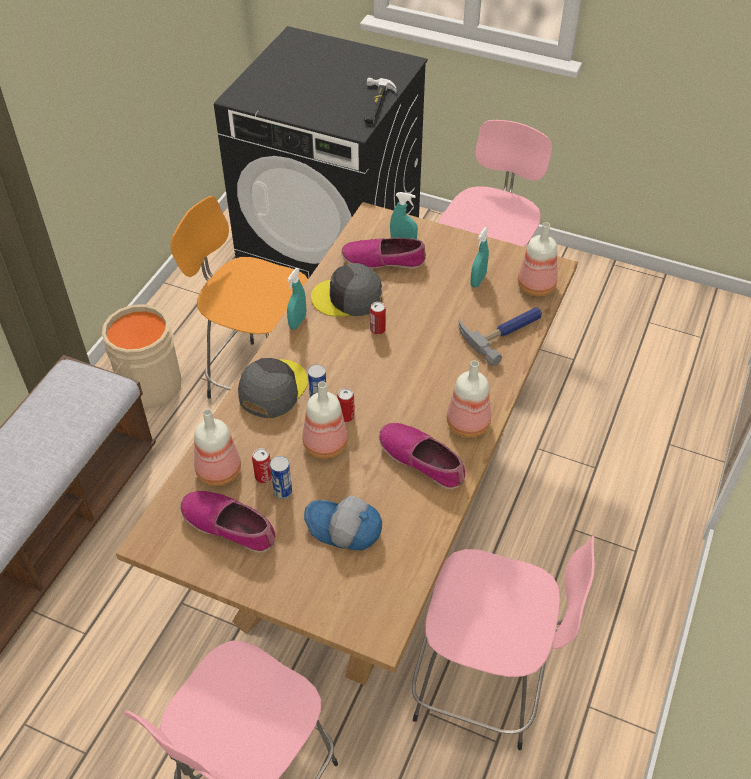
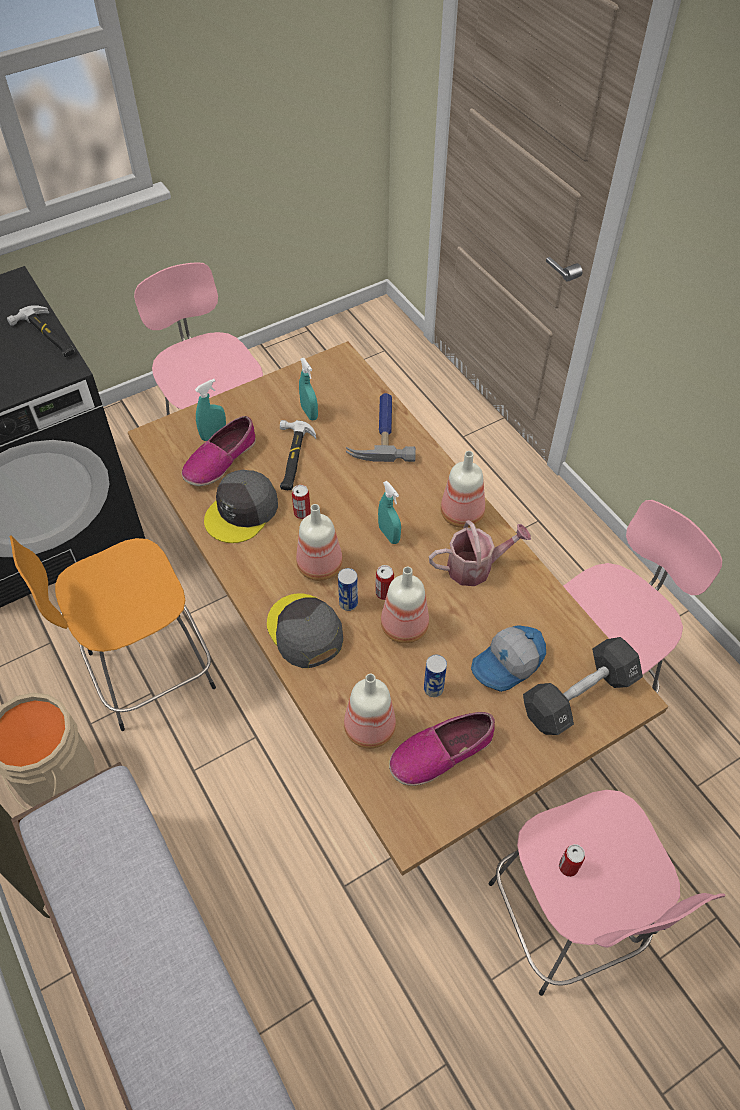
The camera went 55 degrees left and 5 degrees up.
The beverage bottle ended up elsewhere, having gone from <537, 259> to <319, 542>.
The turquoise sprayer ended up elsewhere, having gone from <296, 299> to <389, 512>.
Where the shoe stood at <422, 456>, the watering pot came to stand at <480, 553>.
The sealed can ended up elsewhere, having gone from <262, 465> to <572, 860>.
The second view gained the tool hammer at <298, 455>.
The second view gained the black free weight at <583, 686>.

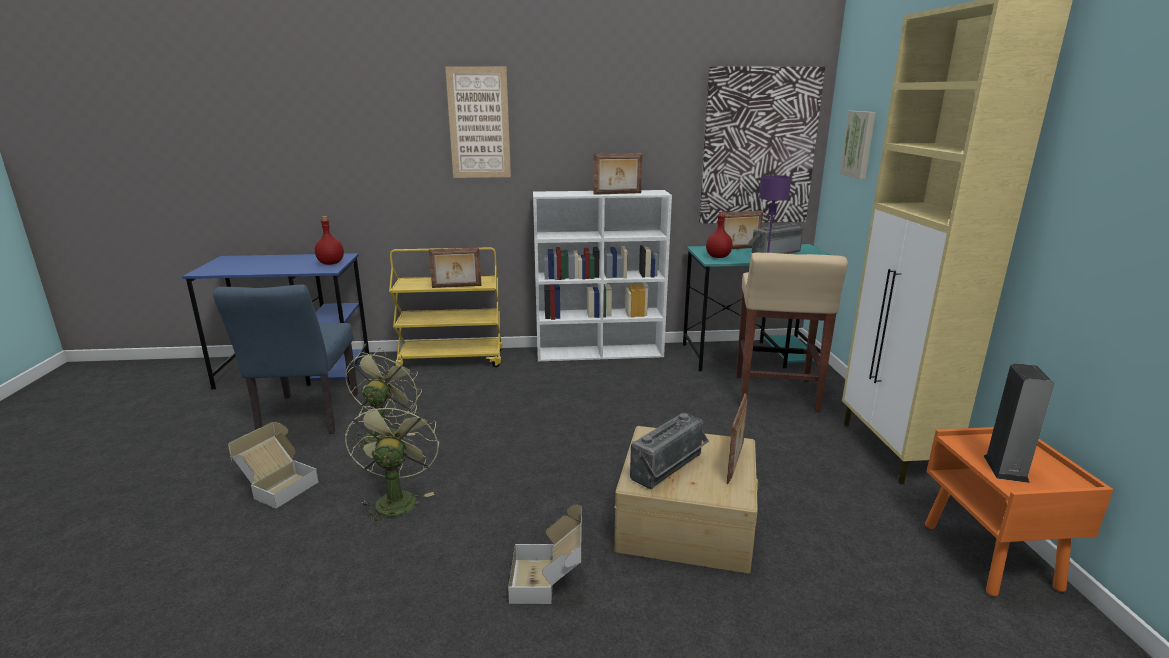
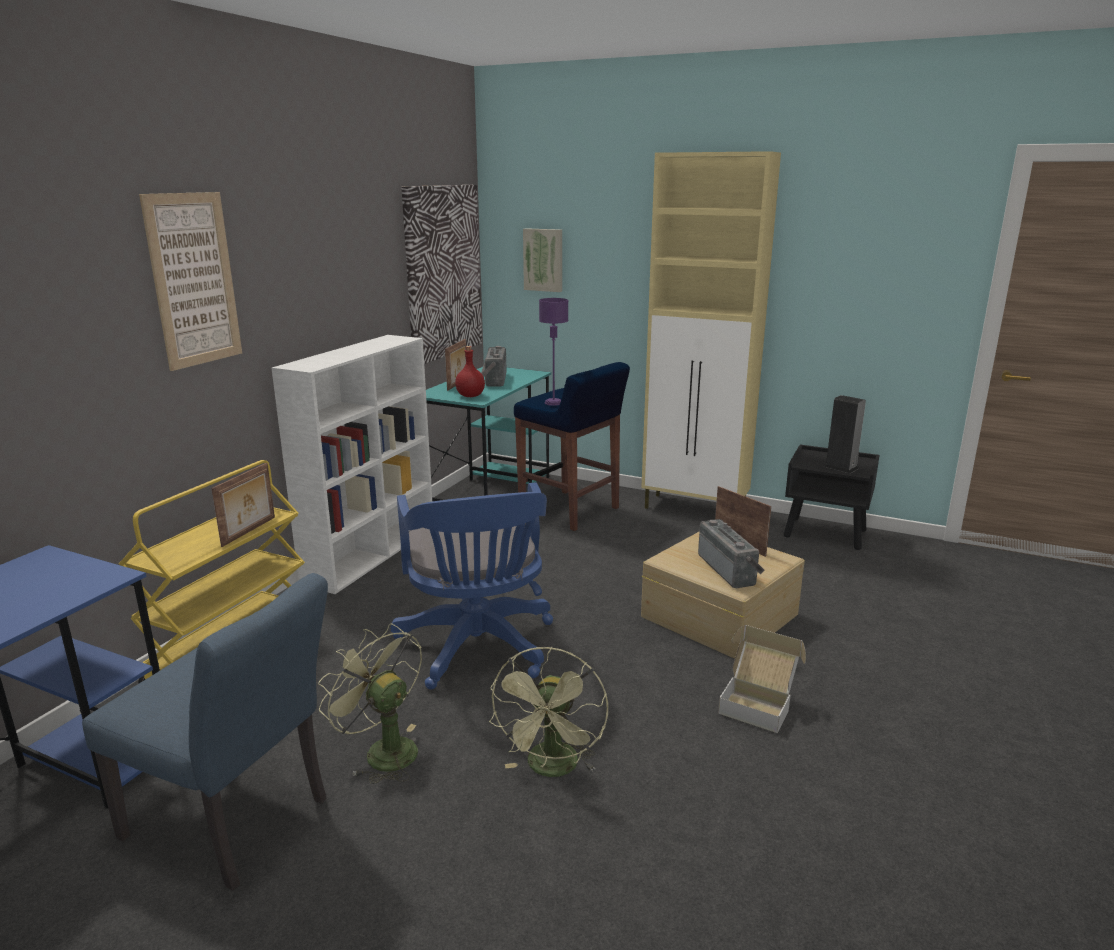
The camera went 60 degrees left and 0 degrees up.
The second view lost the photo frame at <618, 174>.
The second view lost the reddish beverage bottle at <329, 240>.
What was the sand-coloured stool at <792, 332> turned into the blue stool at <572, 446>.
The greenish cooling fan at <392, 461> ended up facing another way, 105 degrees counterclockwise from before.
The second view lost the carton at <273, 465>.
What was the orange-coloured bedside table at <1019, 512> turned into the black bedside table at <832, 497>.
The second view gained the blue computer chair at <472, 586>.

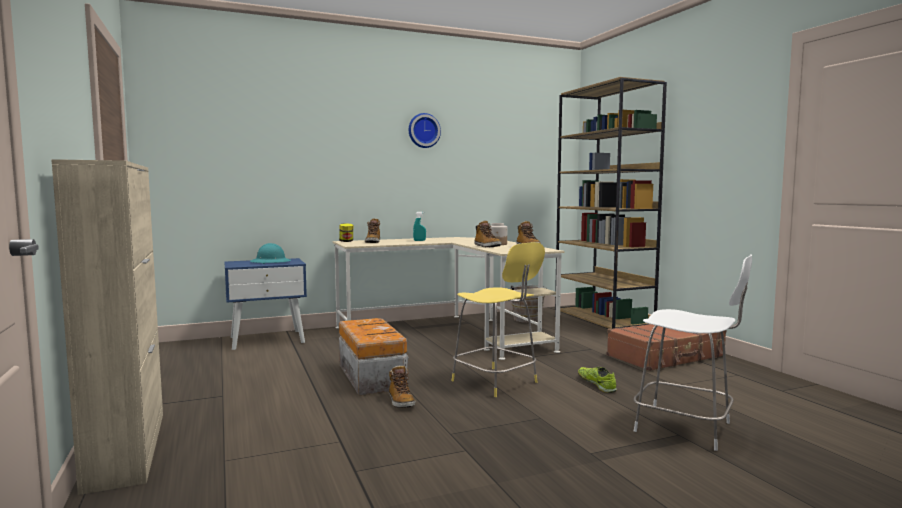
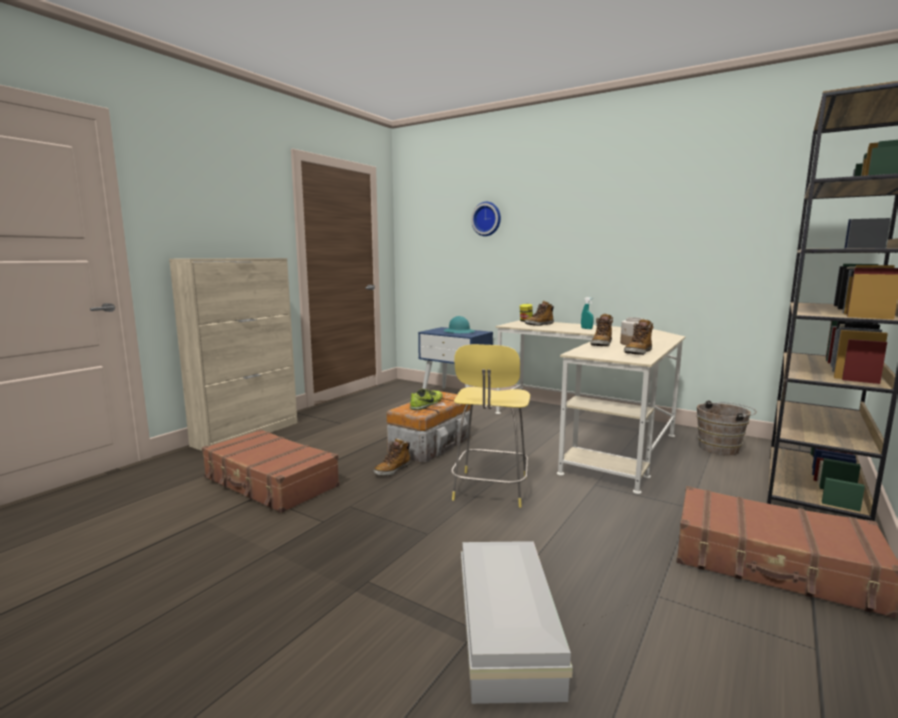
The camera went 55 degrees right and 5 degrees up.
The clock on the wall ended up elsewhere, having gone from <425, 130> to <486, 219>.
Where the white-coloured stool stood at <693, 352>, the white-coloured storage box came to stand at <517, 622>.
The shoe ended up elsewhere, having gone from <597, 380> to <426, 399>.
The second view gained the brown-coloured piece of luggage at <271, 471>.

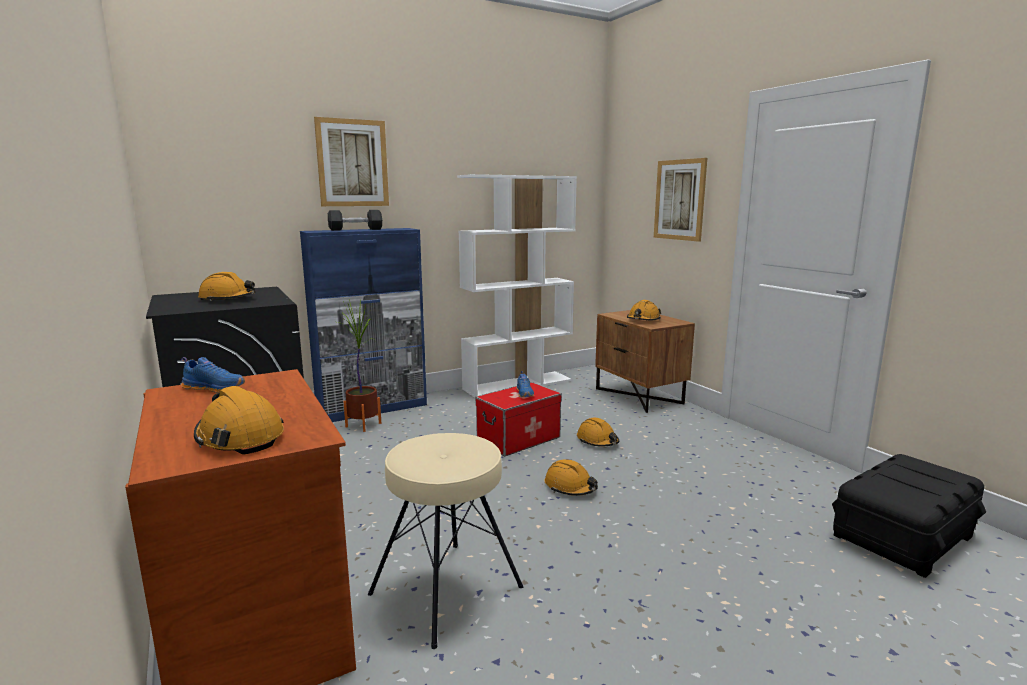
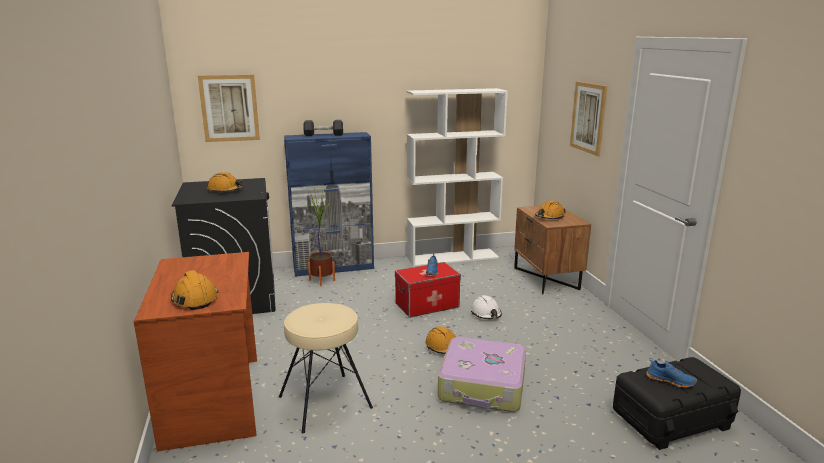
The camera went 15 degrees right and 5 degrees up.
The wall picture ended up elsewhere, having gone from <351, 161> to <229, 108>.
The blue shoe ended up elsewhere, having gone from <213, 375> to <671, 373>.
What was the orange-coloured hard hat at <598, 432> turned into the white-coloured hard hat at <486, 307>.
The second view gained the piece of luggage at <482, 374>.

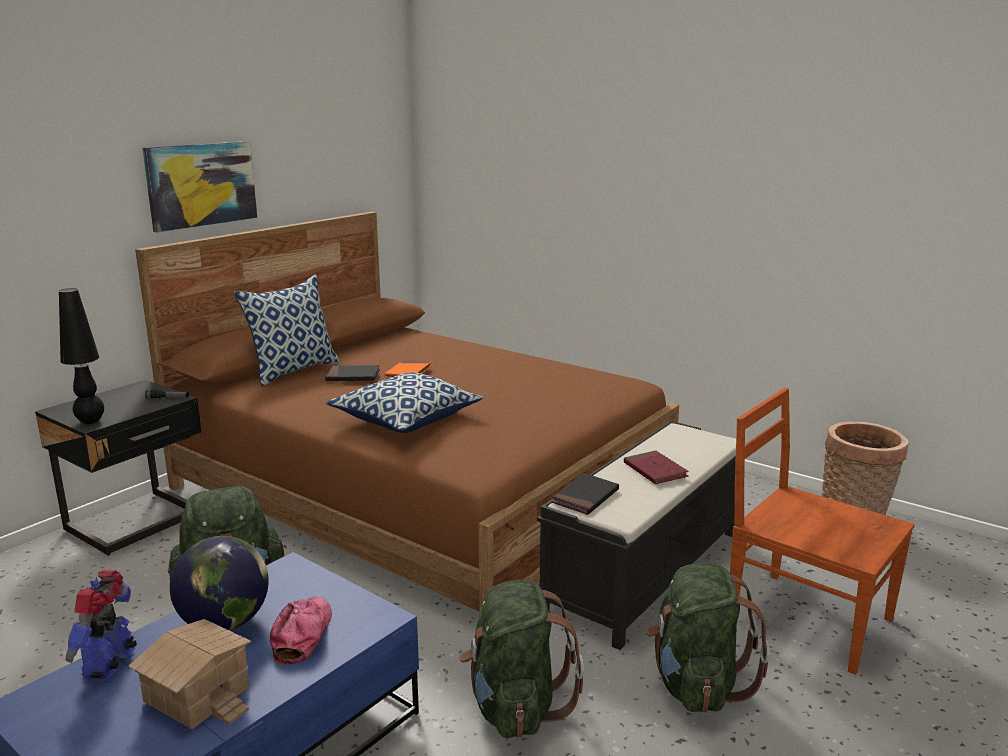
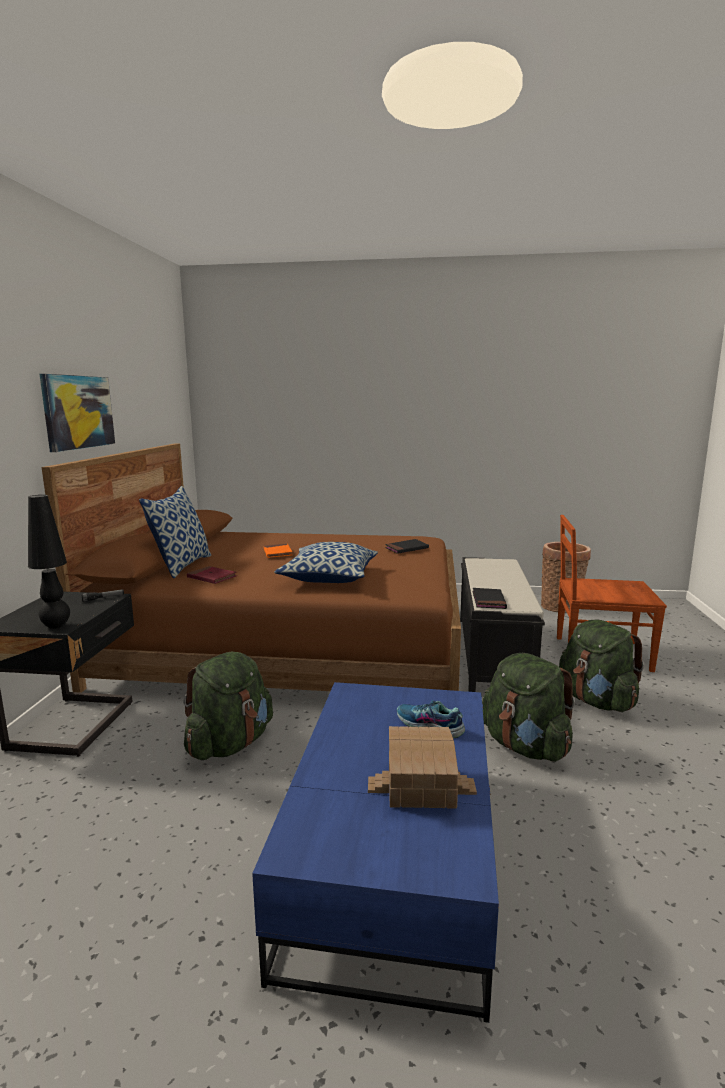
The camera went 30 degrees left and 5 degrees down.
The black bound book ended up elsewhere, having gone from <352, 373> to <407, 546>.
The reddish bound book ended up elsewhere, having gone from <656, 467> to <212, 575>.
The second view lost the globe at <219, 583>.
The second view lost the robot figure at <101, 625>.
Where the baseball cap stood at <301, 630>, the shoe came to stand at <431, 719>.

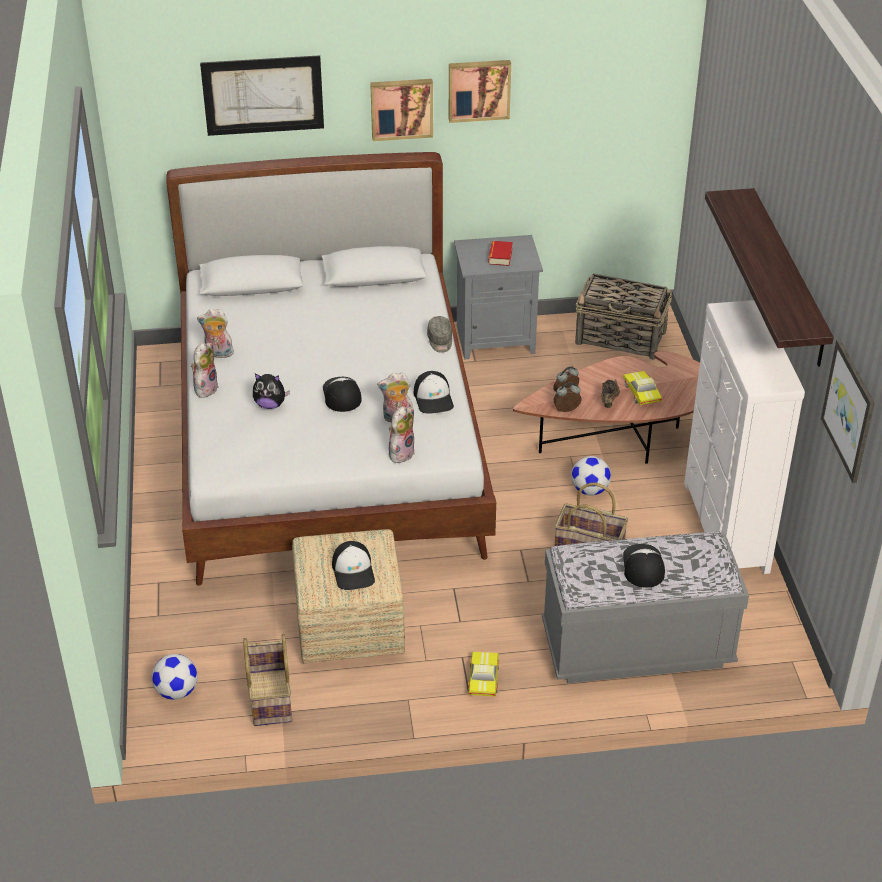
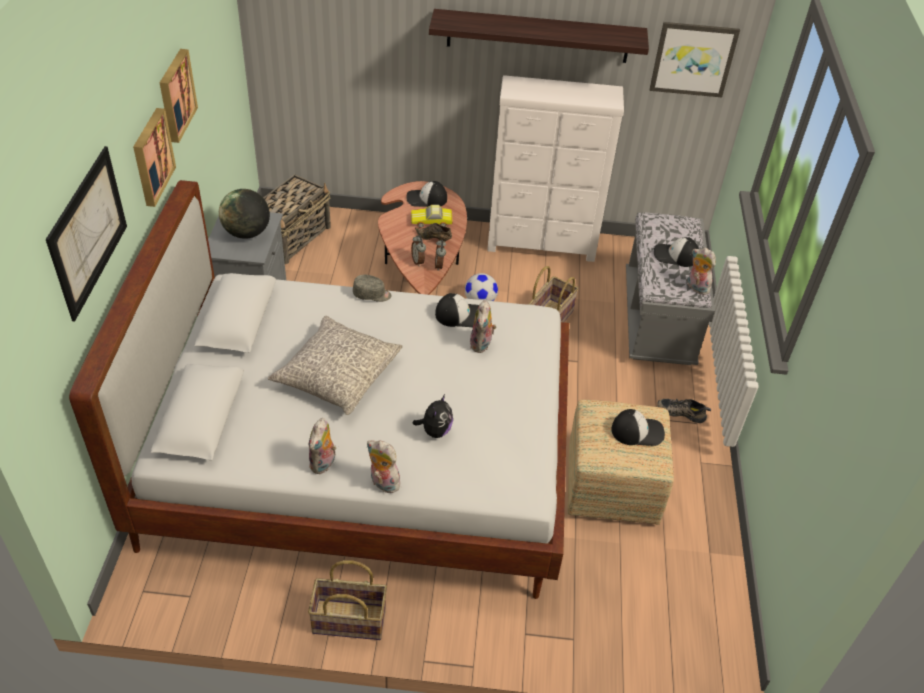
The camera went 80 degrees left and 5 degrees up.
Where the bound book stood at <500, 253>, the globe came to stand at <244, 214>.
The baseball cap ended up elsewhere, having gone from <342, 394> to <426, 194>.
The soft toy ended up elsewhere, having gone from <402, 434> to <702, 271>.
The basket ended up elsewhere, having gone from <267, 680> to <347, 600>.
Where the model car stood at <483, 674>, the shoe came to stand at <684, 411>.
The second view lost the football ball at <174, 677>.
The second view gained the gray cushion at <335, 365>.

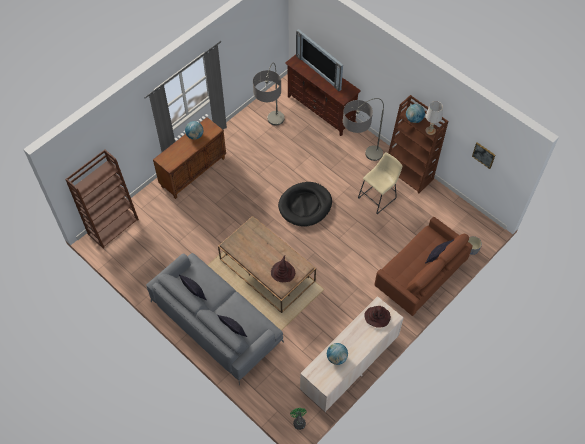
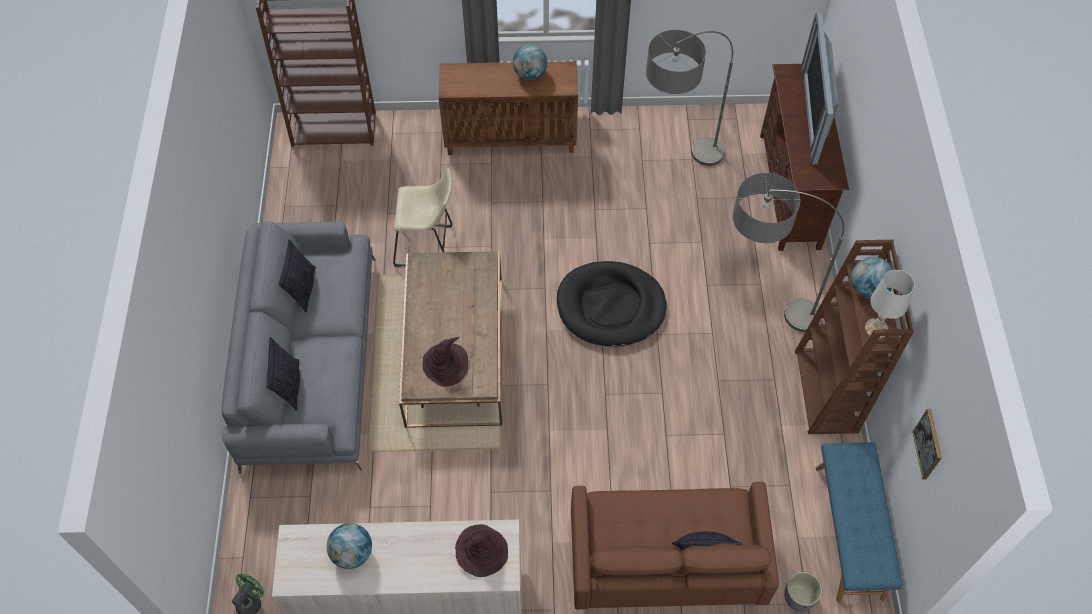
The camera went 45 degrees right and 0 degrees up.
The sand-coloured stool ended up elsewhere, having gone from <380, 183> to <422, 217>.
The second view gained the blue bench at <859, 522>.

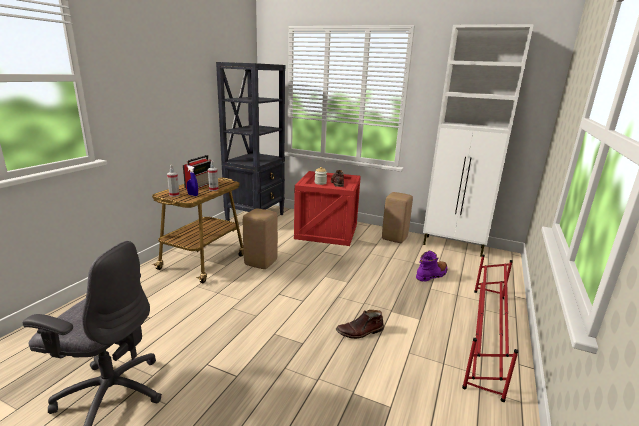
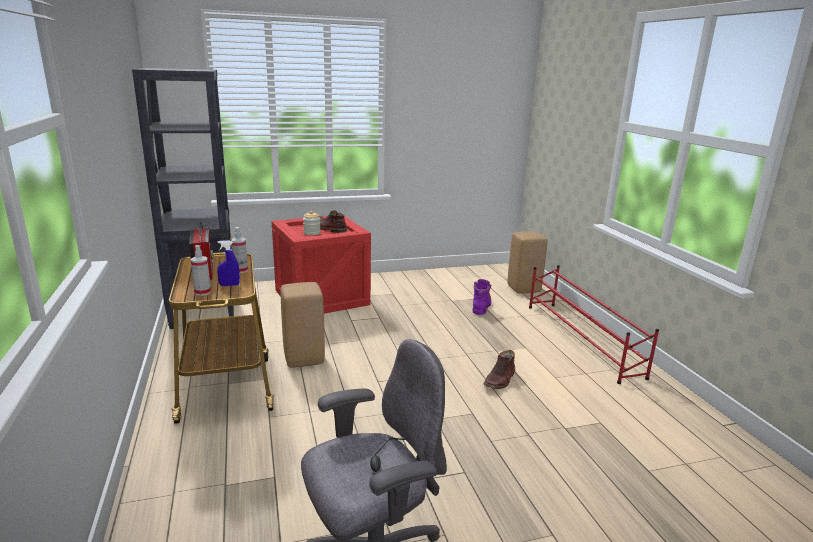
The camera went 40 degrees left and 0 degrees up.
The second view lost the white-coloured storage cabinet at <478, 140>.
The sand-coloured stool ended up elsewhere, having gone from <397, 217> to <527, 262>.

